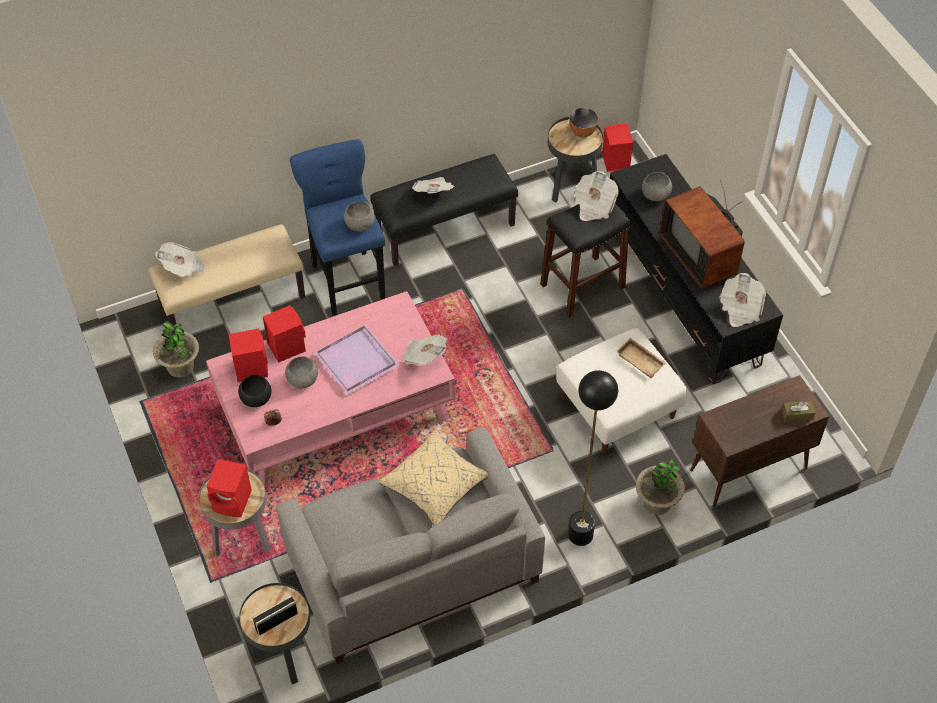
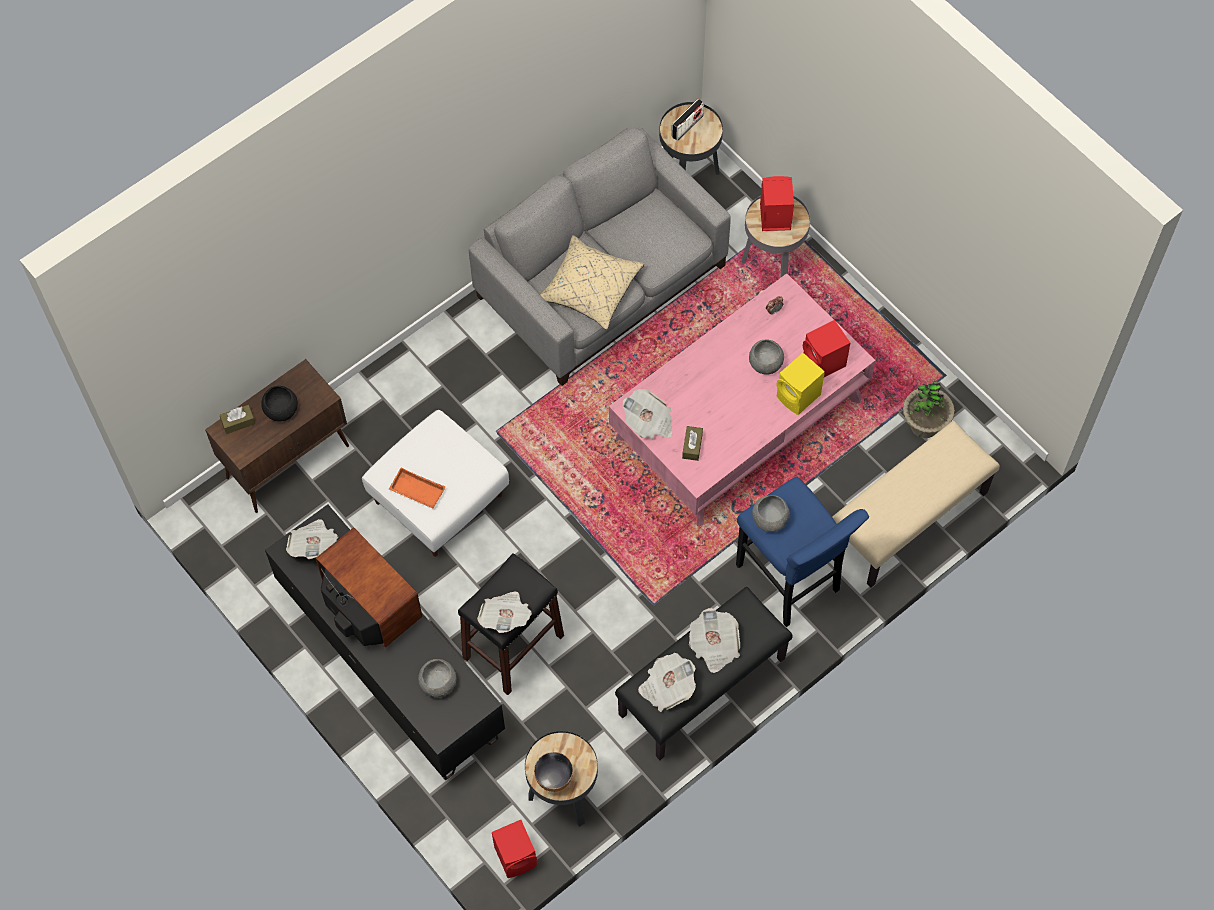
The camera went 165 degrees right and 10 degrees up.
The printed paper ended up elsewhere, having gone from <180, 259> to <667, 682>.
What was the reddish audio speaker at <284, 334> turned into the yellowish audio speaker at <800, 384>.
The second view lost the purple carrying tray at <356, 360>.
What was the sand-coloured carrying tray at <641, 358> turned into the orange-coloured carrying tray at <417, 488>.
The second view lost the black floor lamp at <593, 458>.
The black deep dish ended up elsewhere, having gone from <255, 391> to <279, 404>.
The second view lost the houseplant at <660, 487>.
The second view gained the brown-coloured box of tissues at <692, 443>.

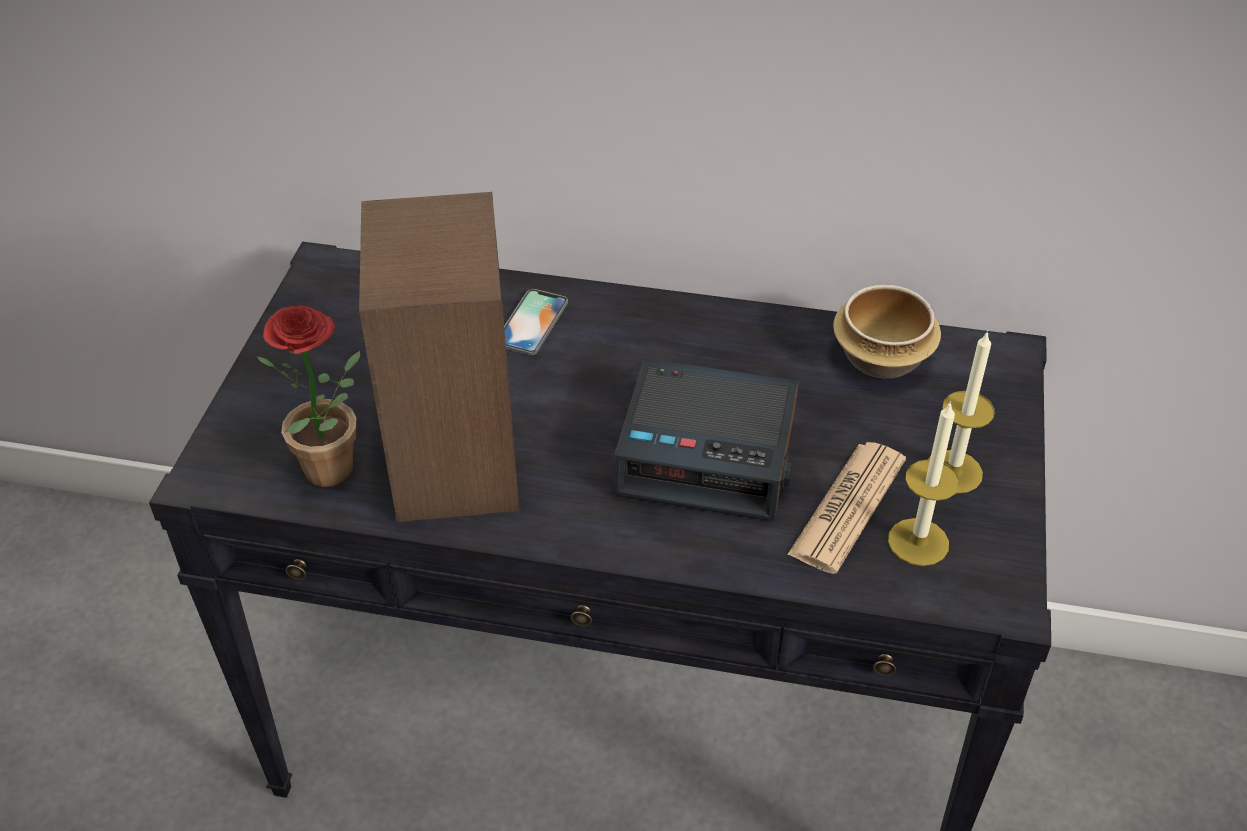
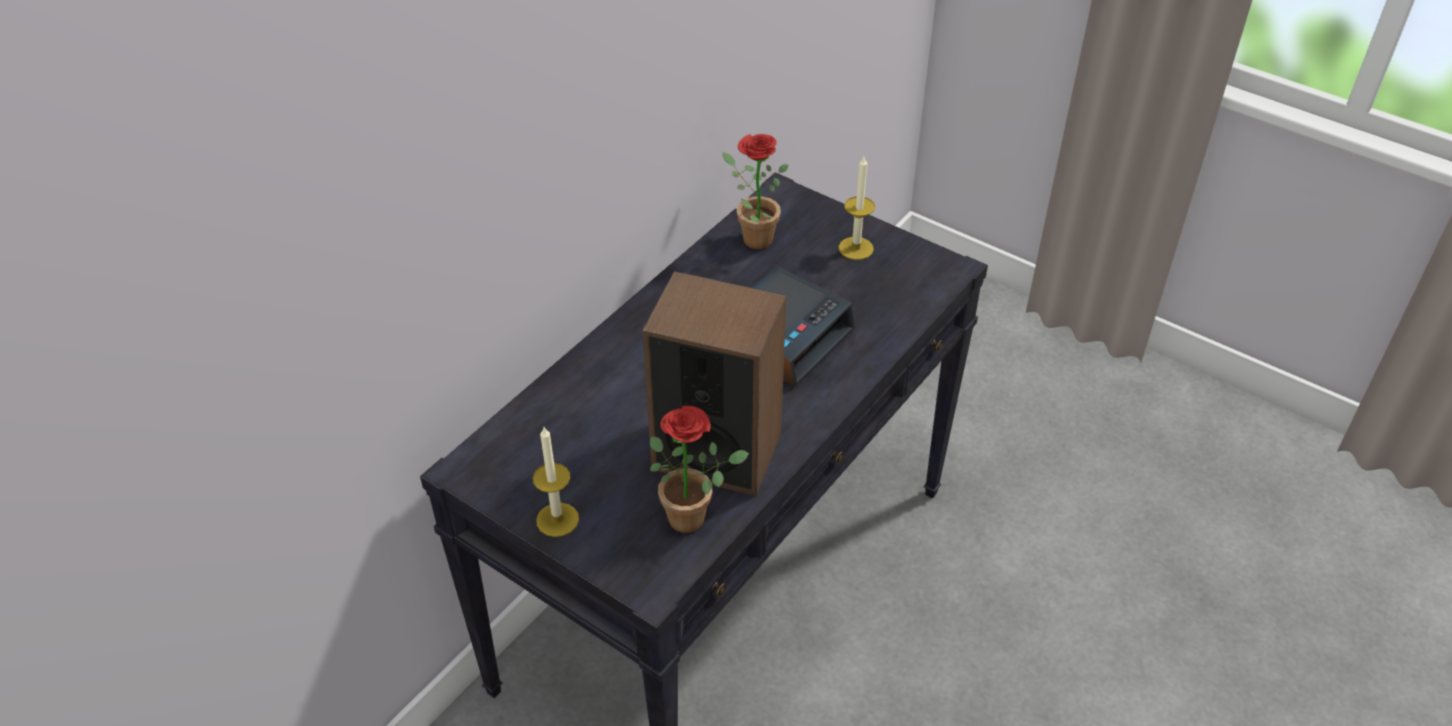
The camera went 65 degrees left and 0 degrees up.
Where the deep dish stood at <887, 332>, the houseplant came to stand at <755, 191>.
The second view lost the telephone at <536, 322>.
The wax light ended up elsewhere, having gone from <924, 483> to <556, 482>.
The second view lost the printed paper at <846, 508>.

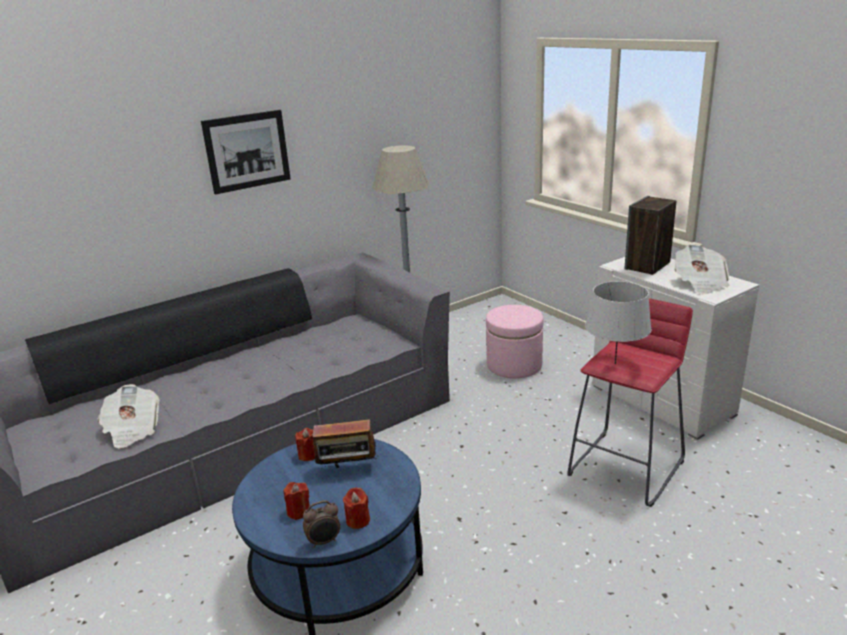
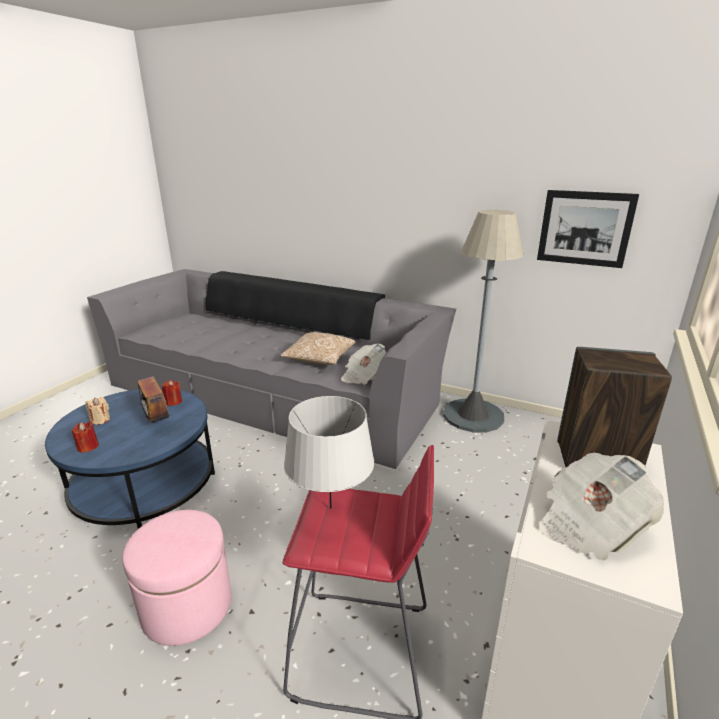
The camera went 60 degrees right and 0 degrees up.
The wall picture ended up elsewhere, having gone from <246, 152> to <588, 229>.
The pink-coloured ottoman ended up elsewhere, having gone from <515, 341> to <177, 578>.
The printed paper ended up elsewhere, having gone from <129, 416> to <363, 364>.
What was the reddish wax light at <297, 501> turned into the sand-coloured wax light at <97, 411>.
The second view lost the alarm clock at <321, 524>.
The second view gained the cushion at <317, 348>.

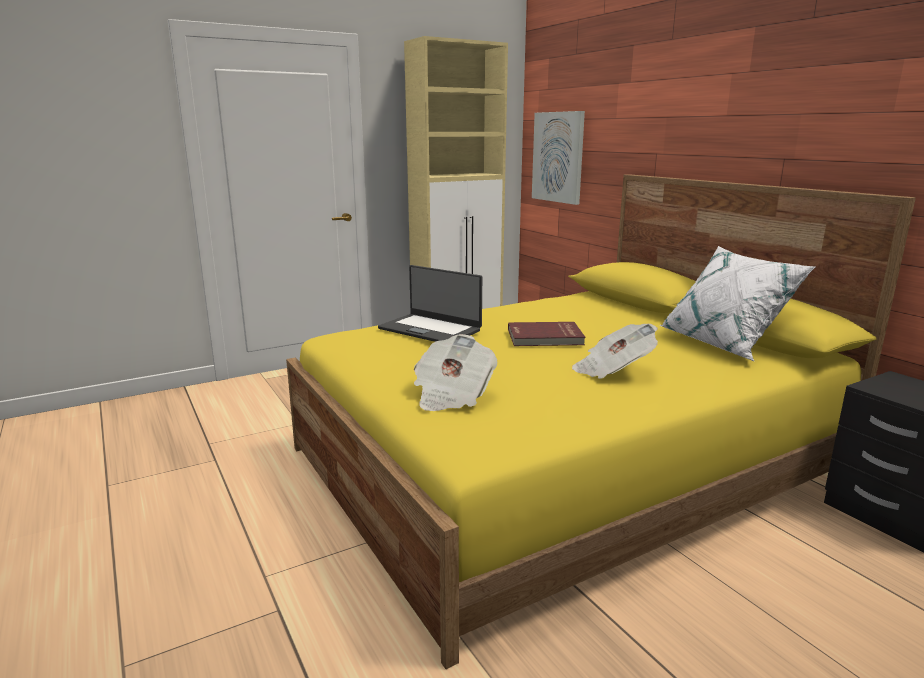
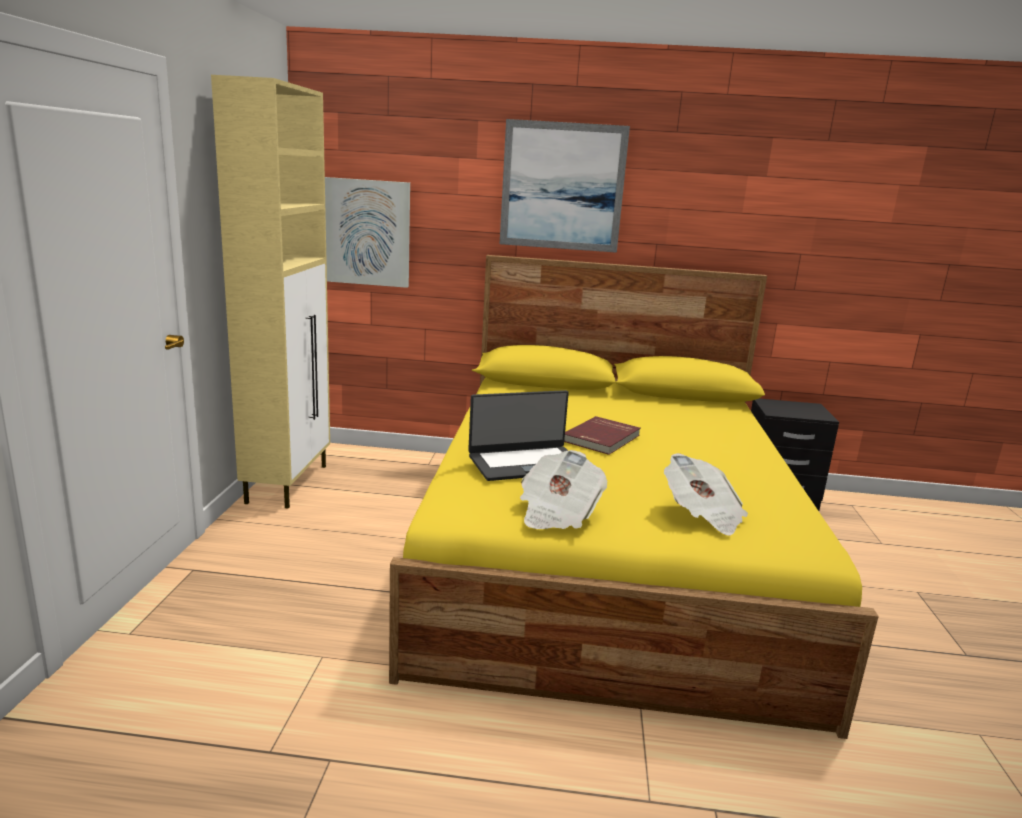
The camera went 55 degrees left and 0 degrees up.
The second view lost the white-coloured cushion at <737, 303>.
The printed paper ended up elsewhere, having gone from <615, 351> to <564, 489>.
The second view gained the wall picture at <565, 186>.

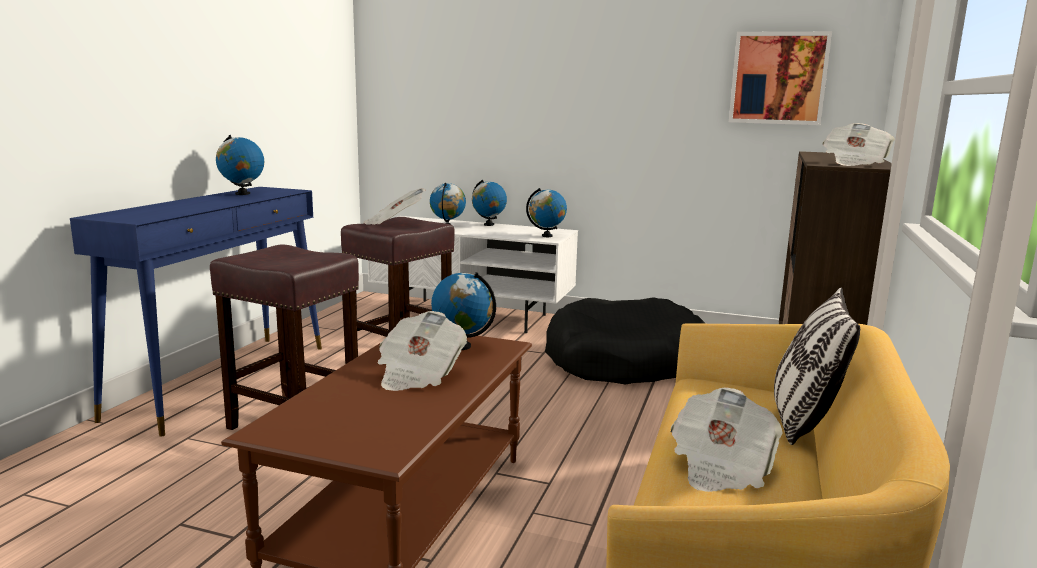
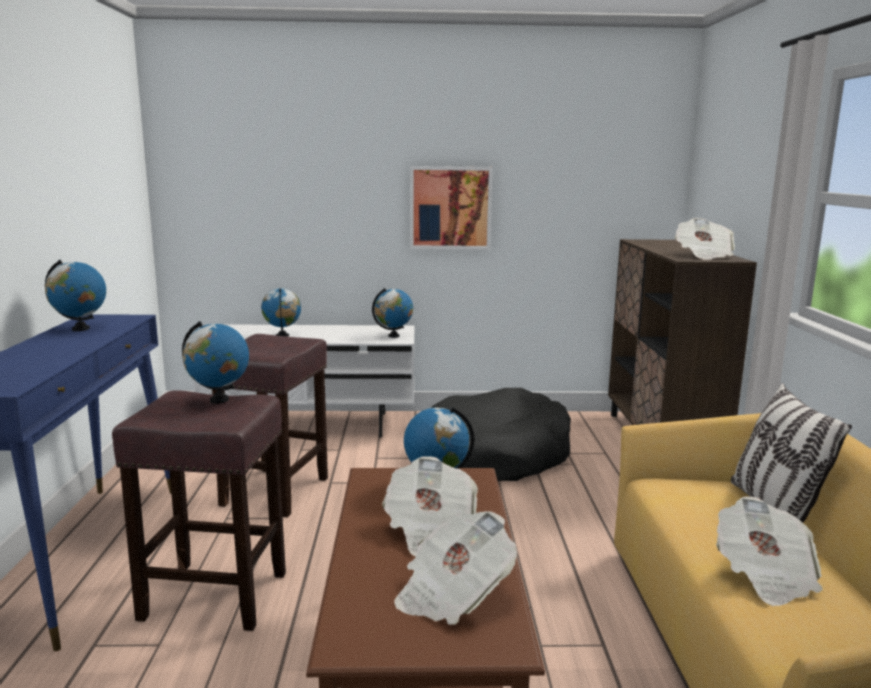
The camera went 20 degrees left and 0 degrees up.
The wall picture ended up elsewhere, having gone from <780, 78> to <451, 208>.
The globe ended up elsewhere, having gone from <489, 203> to <215, 362>.
The printed paper ended up elsewhere, having gone from <395, 206> to <455, 568>.

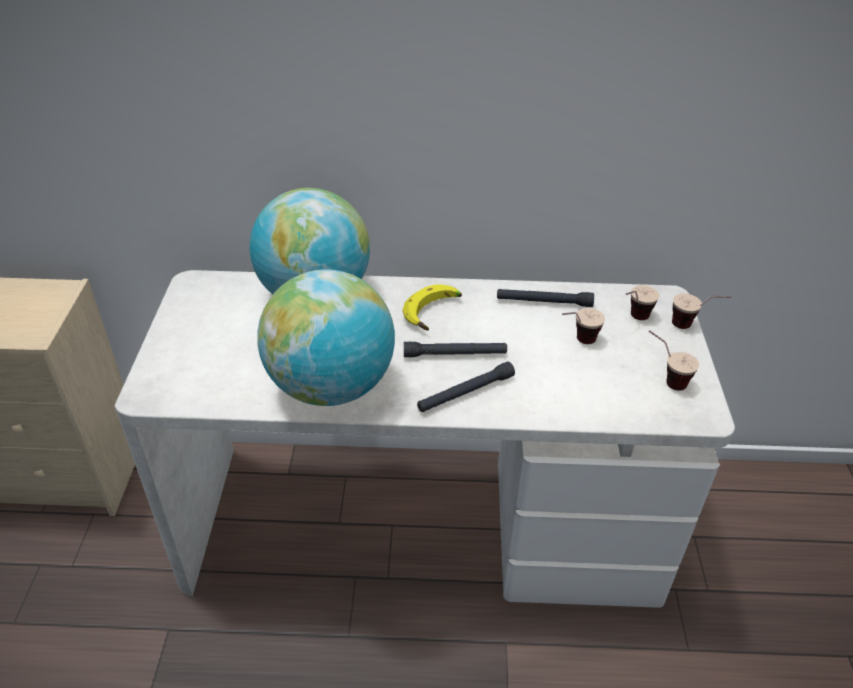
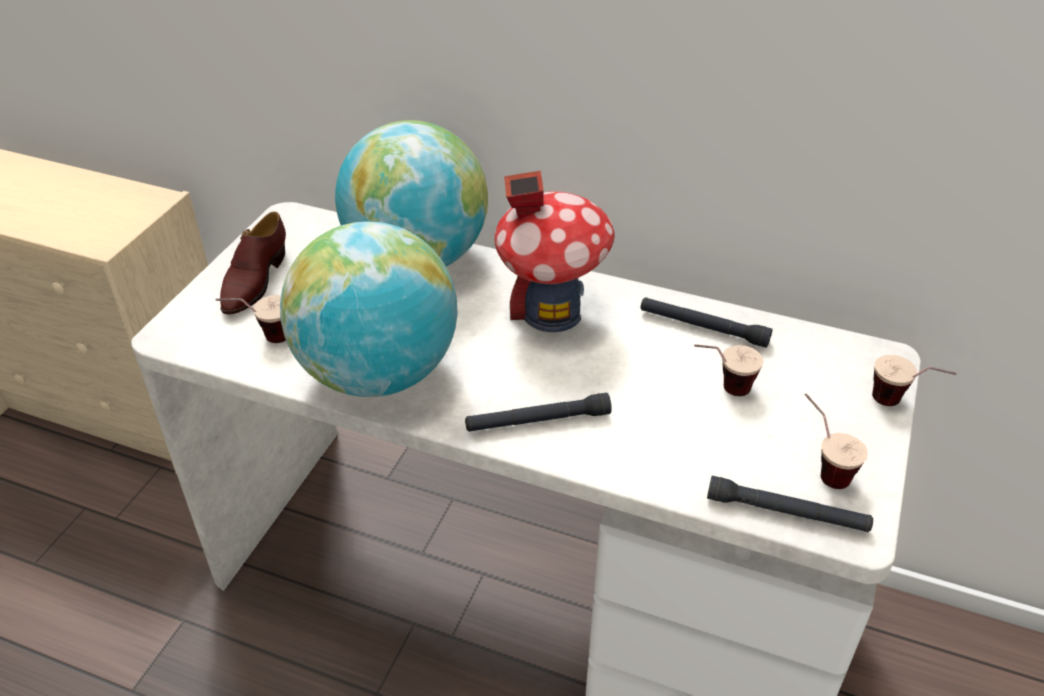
The camera went 20 degrees right and 0 degrees up.
Where the banana fruit stood at <432, 307>, the toy house came to stand at <554, 251>.
The small cup ended up elsewhere, having gone from <642, 302> to <251, 319>.
The black hand torch ended up elsewhere, having gone from <455, 349> to <790, 504>.
The second view gained the brown-coloured shoe at <253, 263>.

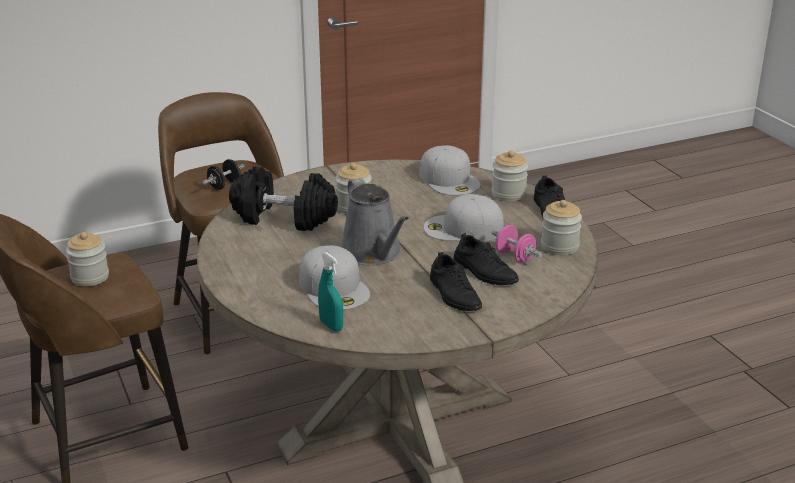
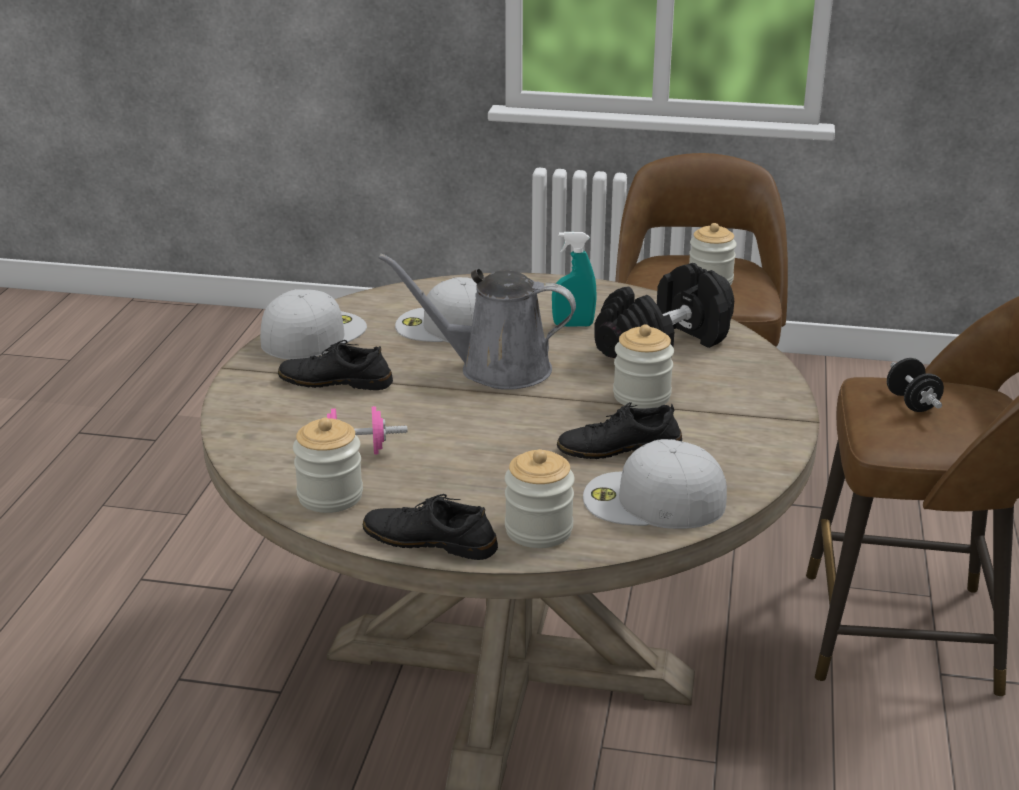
The camera went 125 degrees right and 0 degrees up.
The white-coloured baseball cap ended up elsewhere, having gone from <463, 217> to <313, 324>.
The black shoe ended up elsewhere, having gone from <486, 259> to <619, 430>.
The turquoise sprayer ended up elsewhere, having gone from <330, 292> to <574, 279>.

